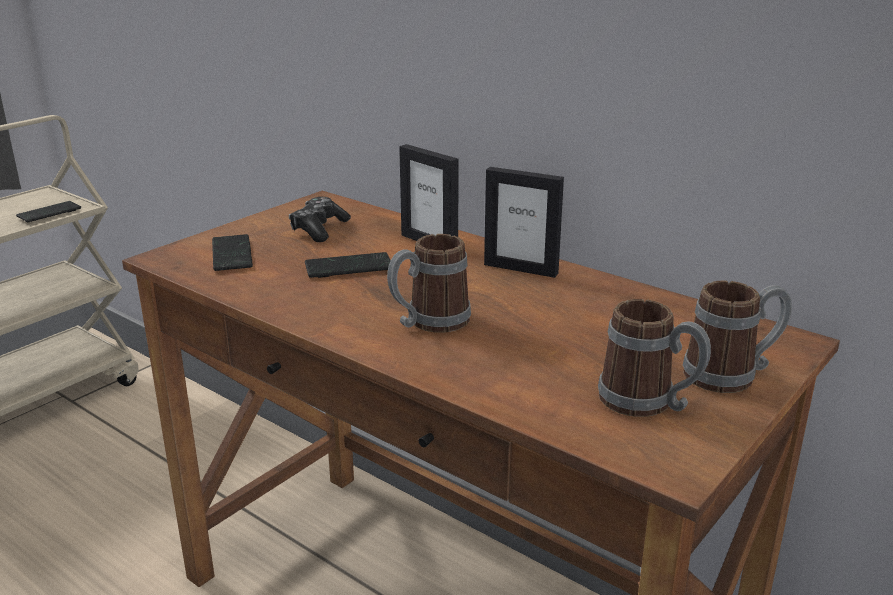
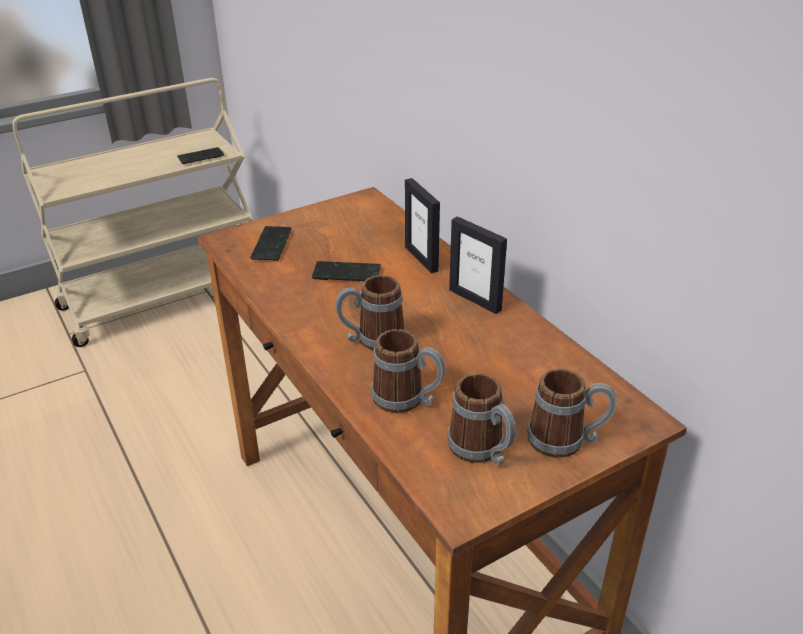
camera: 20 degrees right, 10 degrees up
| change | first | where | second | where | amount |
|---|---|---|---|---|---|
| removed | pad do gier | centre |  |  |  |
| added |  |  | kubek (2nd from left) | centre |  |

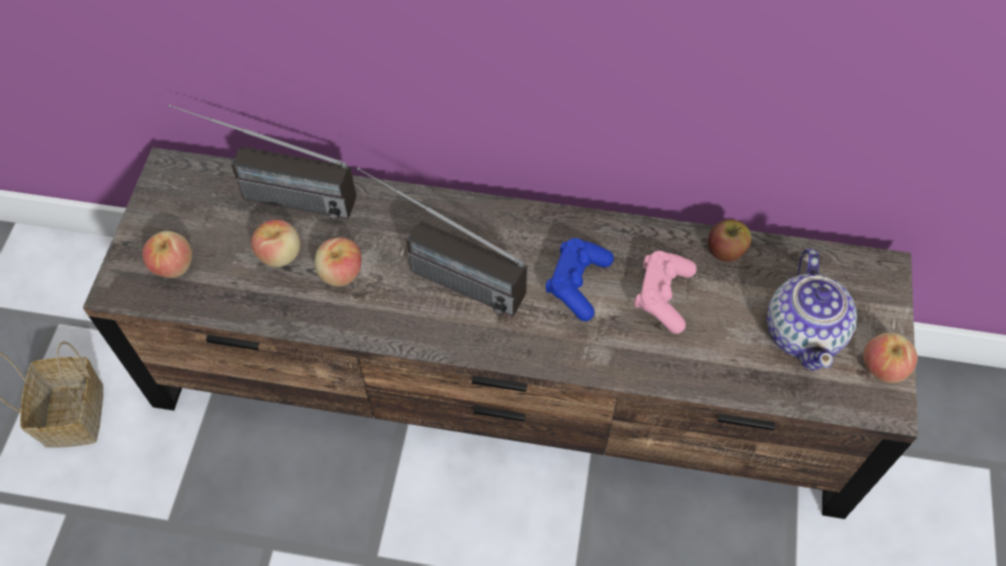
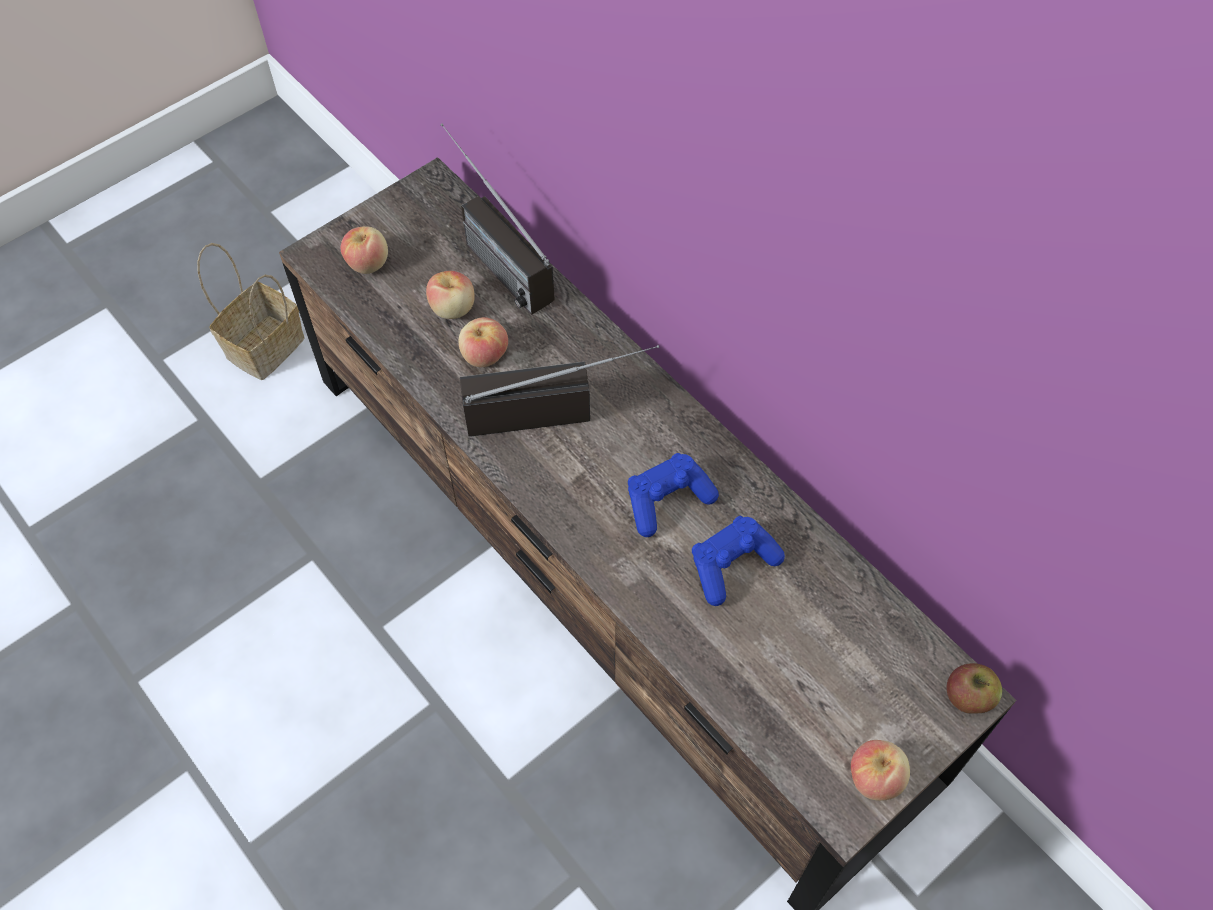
camera: 40 degrees right, 0 degrees up
| change | first | where | second | where | amount |
|---|---|---|---|---|---|
| turned | radio (2nd from left) | centre |  | centre | 105 degrees clockwise |
| recoloured | pad do gier/różowy | centre | pad do gier/niebieski (2nd from left) | centre |  |
| moved | jabłko (4th from left in the first image) | middle right | jabłko (5th from left) | bottom right |  |
| removed | imbryk | middle right |  |  |  |

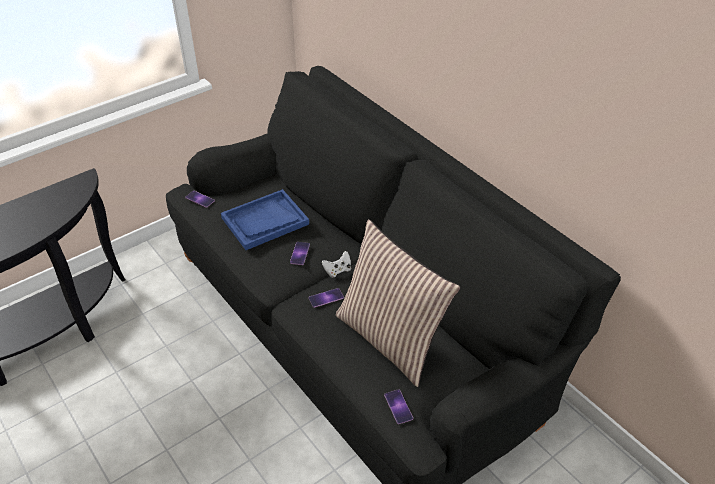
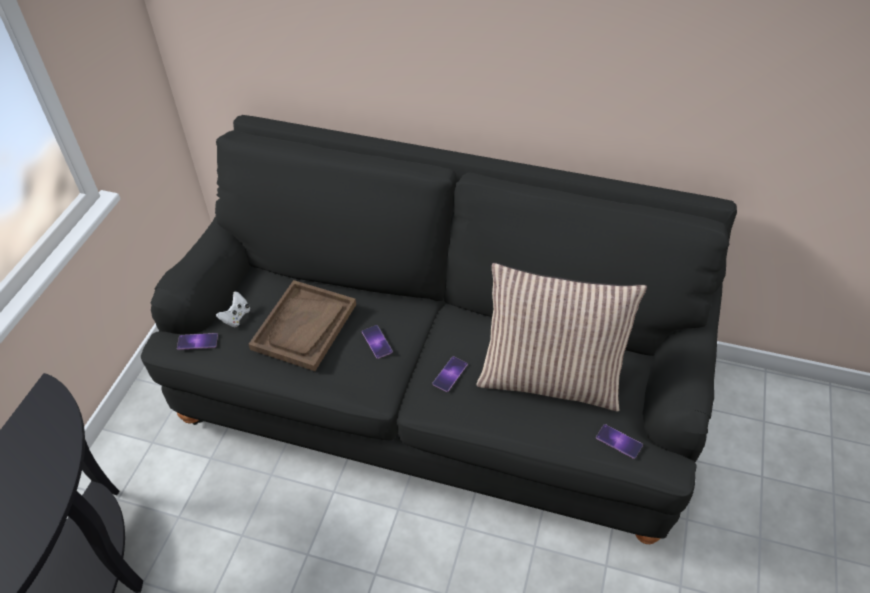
camera: 35 degrees left, 5 degrees up
| change | first | where | second | where | amount |
|---|---|---|---|---|---|
| recoloured | taca/niebieski | centre | taca/brązowy | centre |  |
| moved | pad do gier/biały | centre |  | middle left |  |

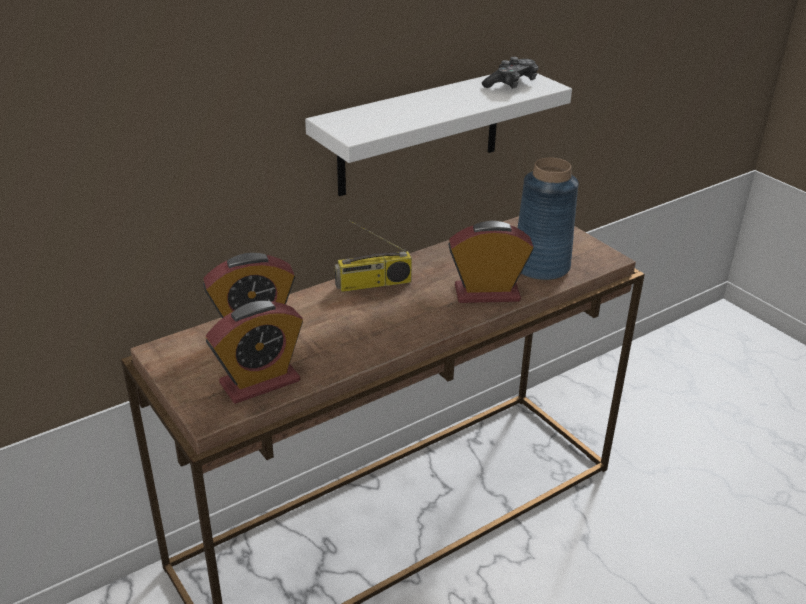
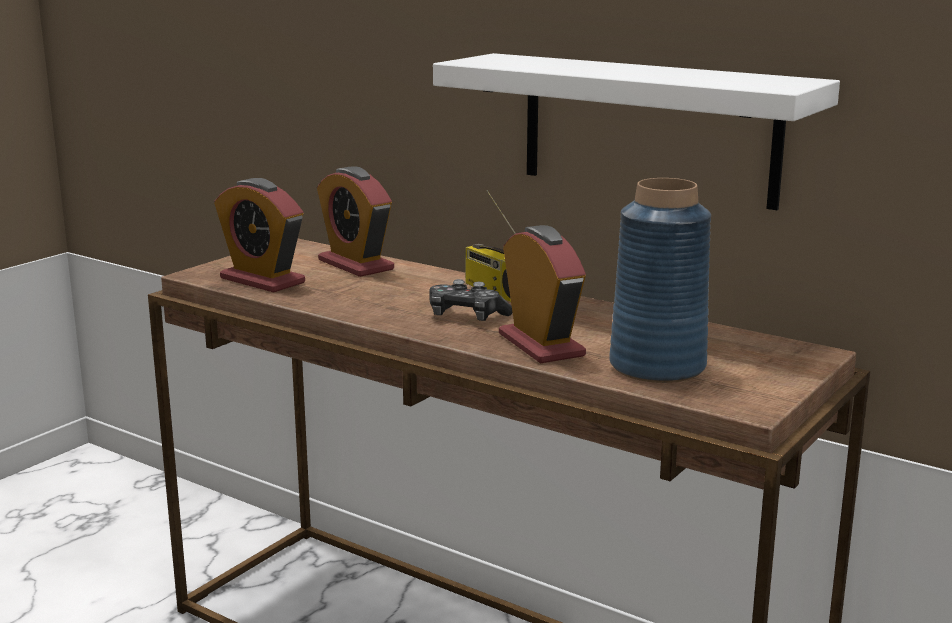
camera: 70 degrees right, 15 degrees down
| change | first | where | second | where | amount |
|---|---|---|---|---|---|
| moved | pad do gier | top centre |  | centre |  |

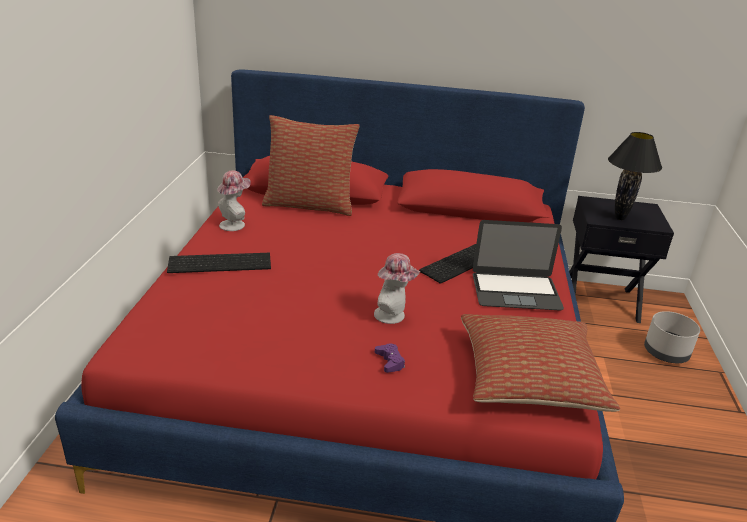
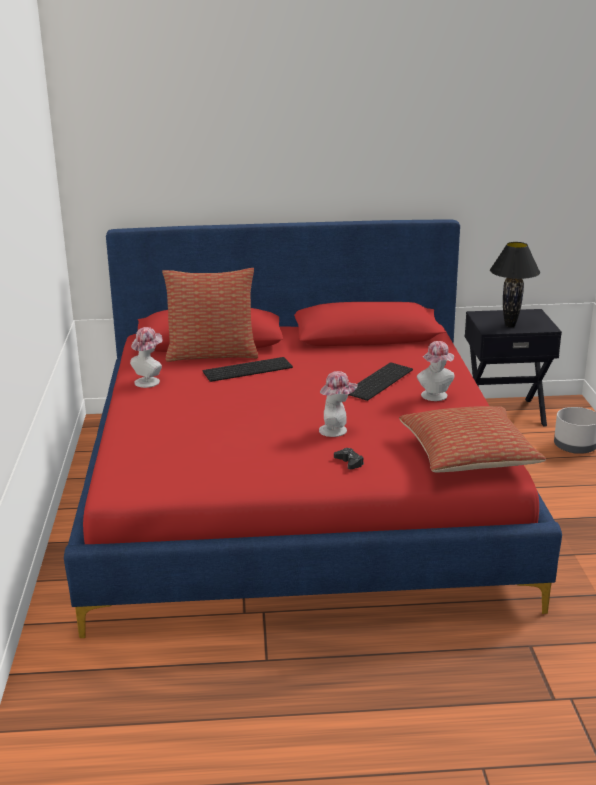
camera: 10 degrees left, 5 degrees down
| change | first | where | second | where | amount |
|---|---|---|---|---|---|
| moved | klawiatura (1st from left) | middle left |  | centre |  |
| recoloured | pad do gier/fioletowy | bottom centre | pad do gier/czarny | centre |  |
| replaced | laptop | middle right | kapelusz (3rd from left) | middle right |  |

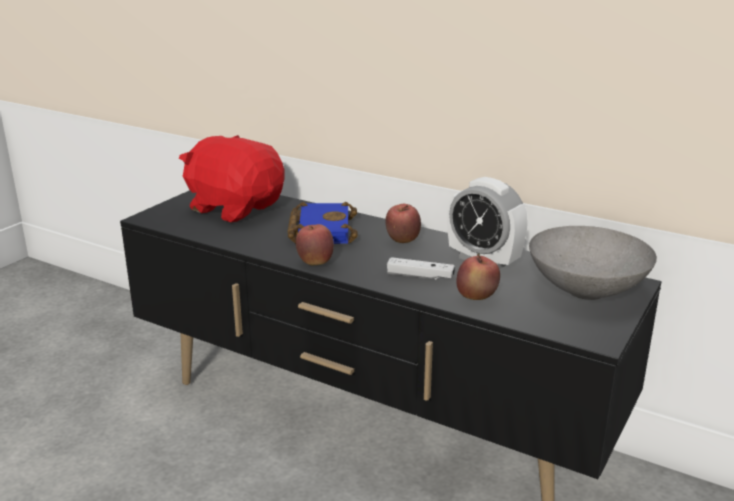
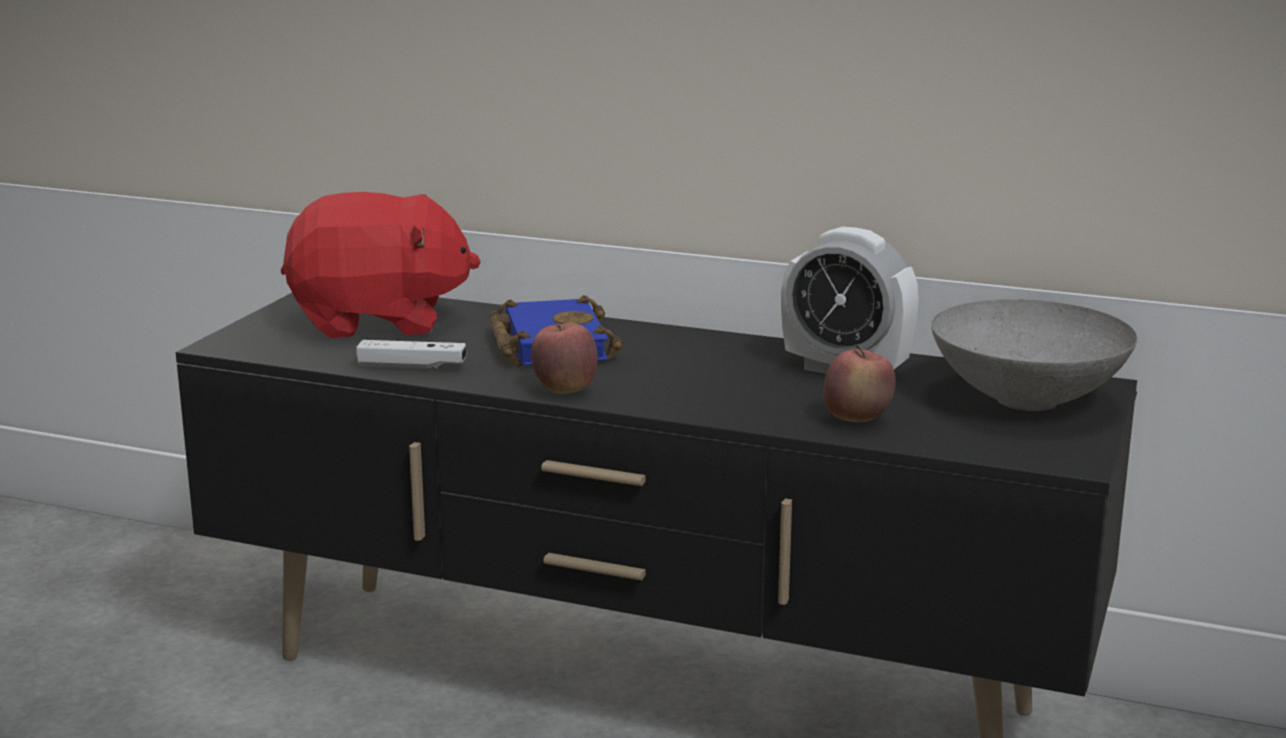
camera: 10 degrees left, 5 degrees down
| change | first | where | second | where | amount |
|---|---|---|---|---|---|
| turned | pluszak/czerwony | middle left |  | middle left | 150 degrees clockwise |
| removed | jabłko (2nd from left) | centre |  |  |  |
| moved | pad do gier/biały | centre |  | middle left |  |

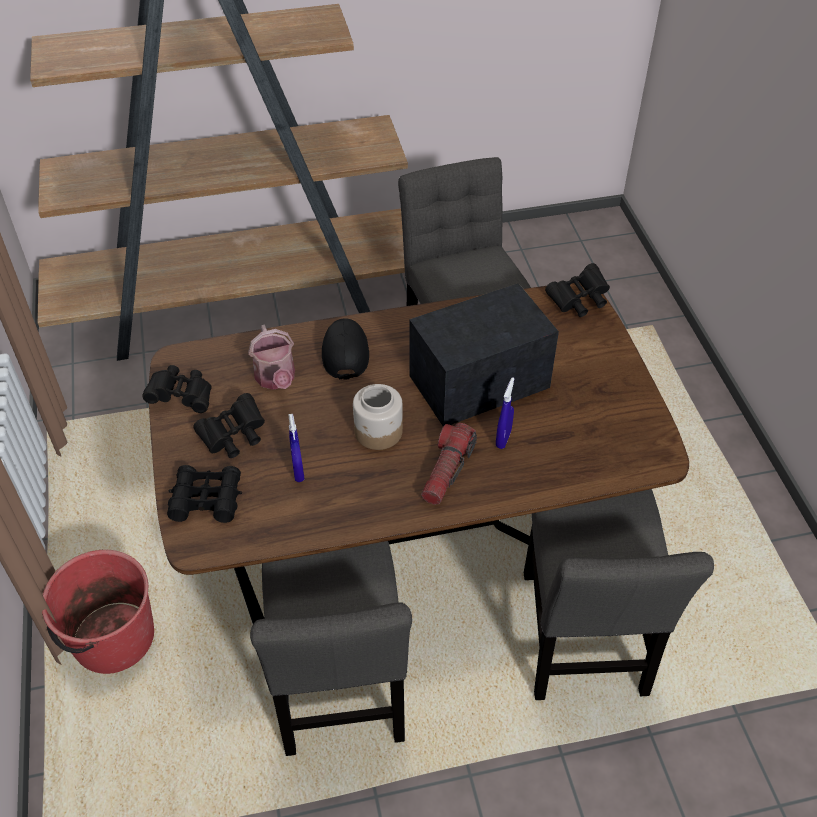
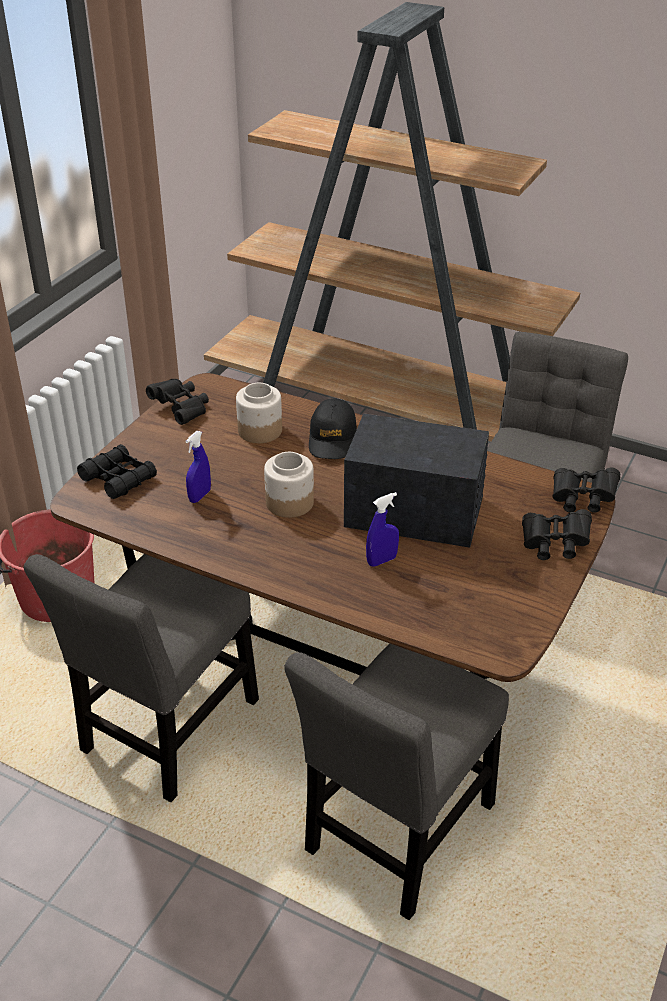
camera: 40 degrees right, 10 degrees down
| change | first | where | second | where | amount |
|---|---|---|---|---|---|
| moved | lornetka/czarny (3rd from left) | middle left |  | middle right |  |
| replaced | konewka | middle left | słoik (1st from left) | centre |  |
| turned | czapka z daszkiem/czarny | centre |  | centre | 150 degrees clockwise |
| removed | latarka | centre |  |  |  |

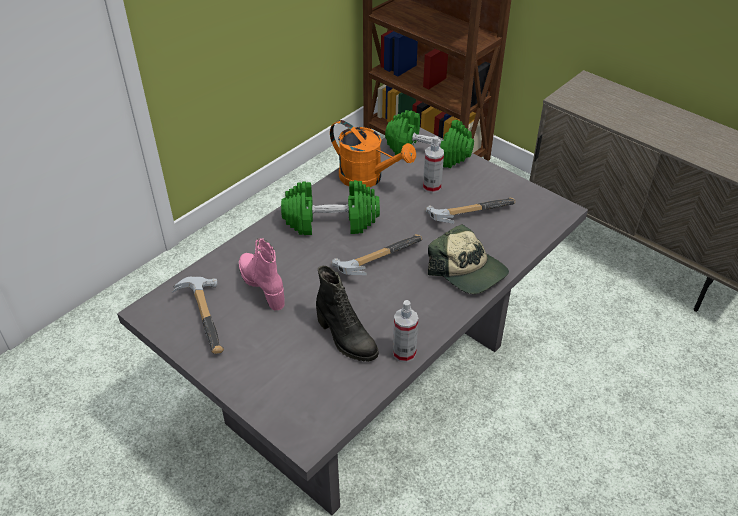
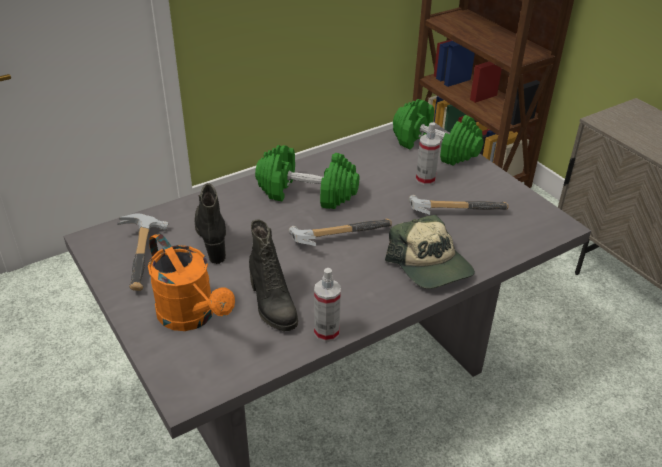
camera: 15 degrees right, 5 degrees down
| change | first | where | second | where | amount |
|---|---|---|---|---|---|
| recoloured | but z cholewką/różowy | centre | but z cholewką/czarny (1st from left) | middle left |  |
| moved | konewka/pomarańczowy | top centre |  | middle left |  |

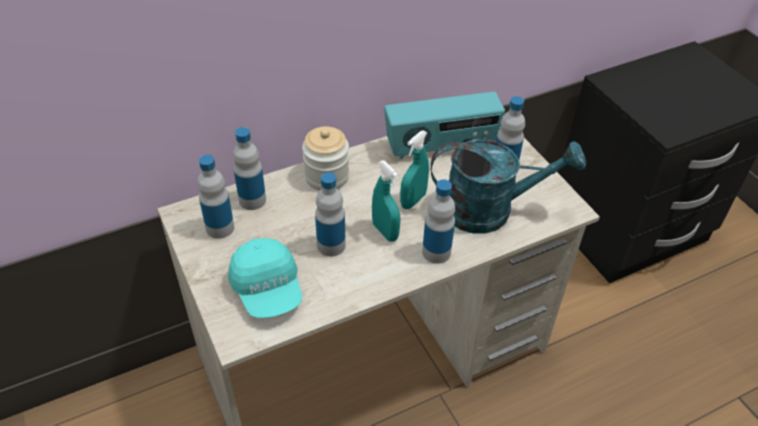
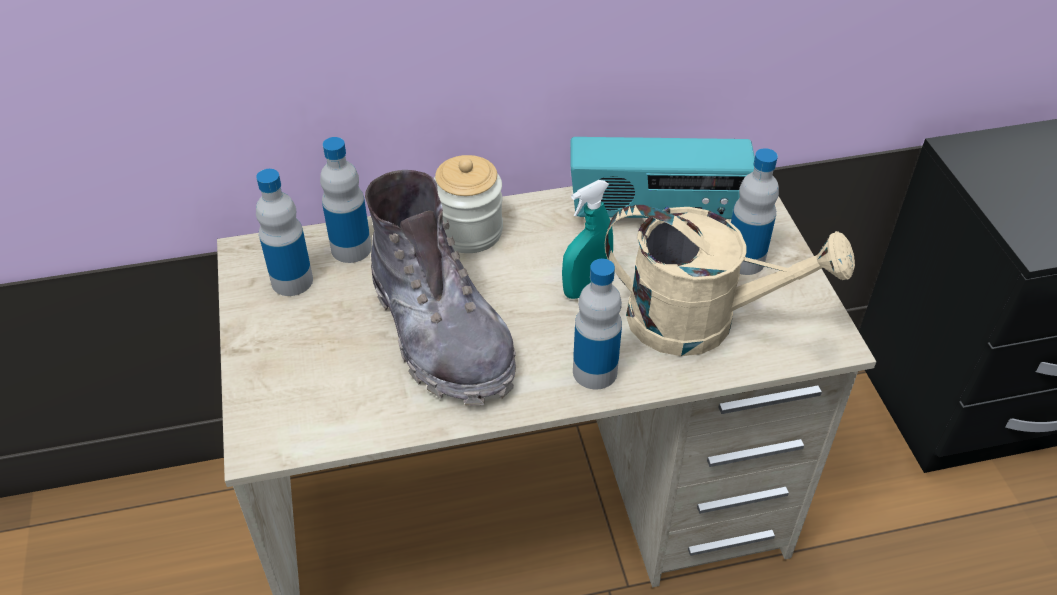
camera: 15 degrees right, 0 degrees up
| change | first | where | second | where | amount |
|---|---|---|---|---|---|
| removed | czapka z daszkiem/turkusowy | centre |  |  |  |
| replaced | butelka (3rd from left) | centre | but z cholewką/szary | centre |  |
| removed | spryskiwacz/turkusowy (1st from left) | centre |  |  |  |
| recoloured | konewka/turkusowy | middle right | konewka/beżowy | middle right |  |

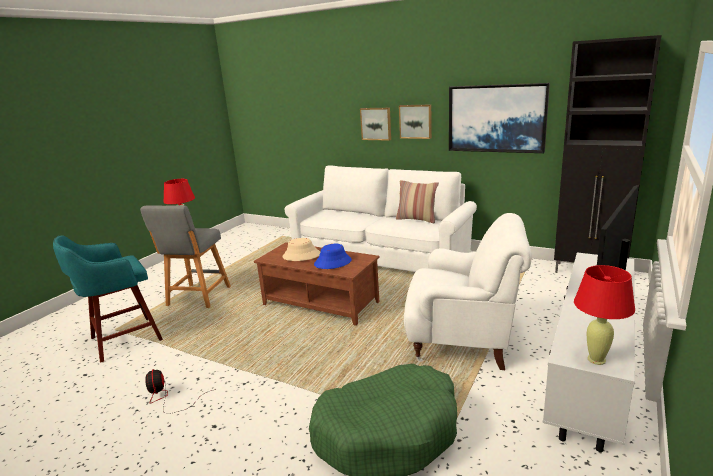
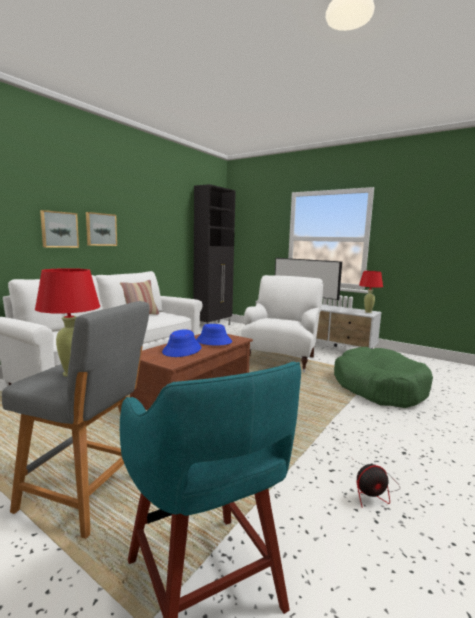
camera: 85 degrees left, 10 degrees down
| change | first | where | second | where | amount |
|---|---|---|---|---|---|
| recoloured | kapelusz/beżowy | centre | kapelusz/niebieski (1st from left) | centre |  |
| removed | obraz (3rd from left) | top right |  |  |  |

